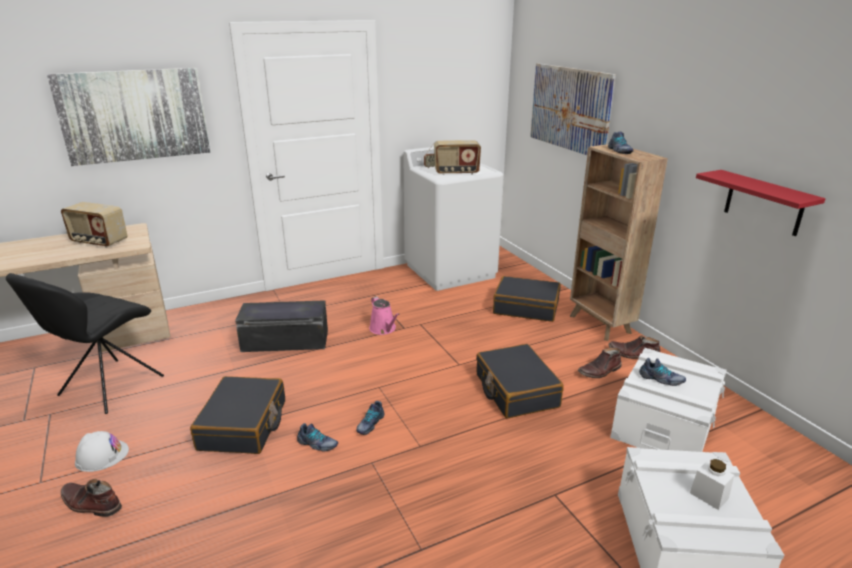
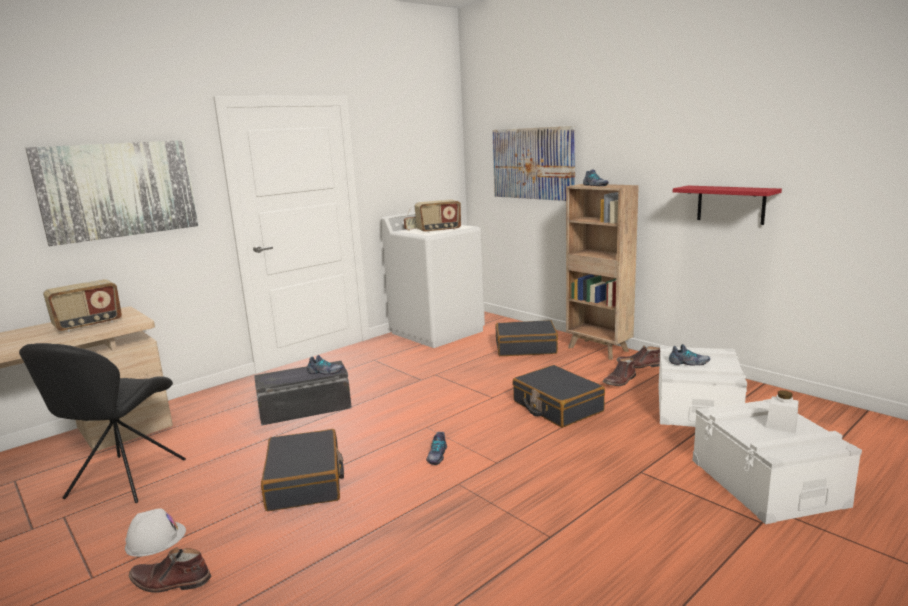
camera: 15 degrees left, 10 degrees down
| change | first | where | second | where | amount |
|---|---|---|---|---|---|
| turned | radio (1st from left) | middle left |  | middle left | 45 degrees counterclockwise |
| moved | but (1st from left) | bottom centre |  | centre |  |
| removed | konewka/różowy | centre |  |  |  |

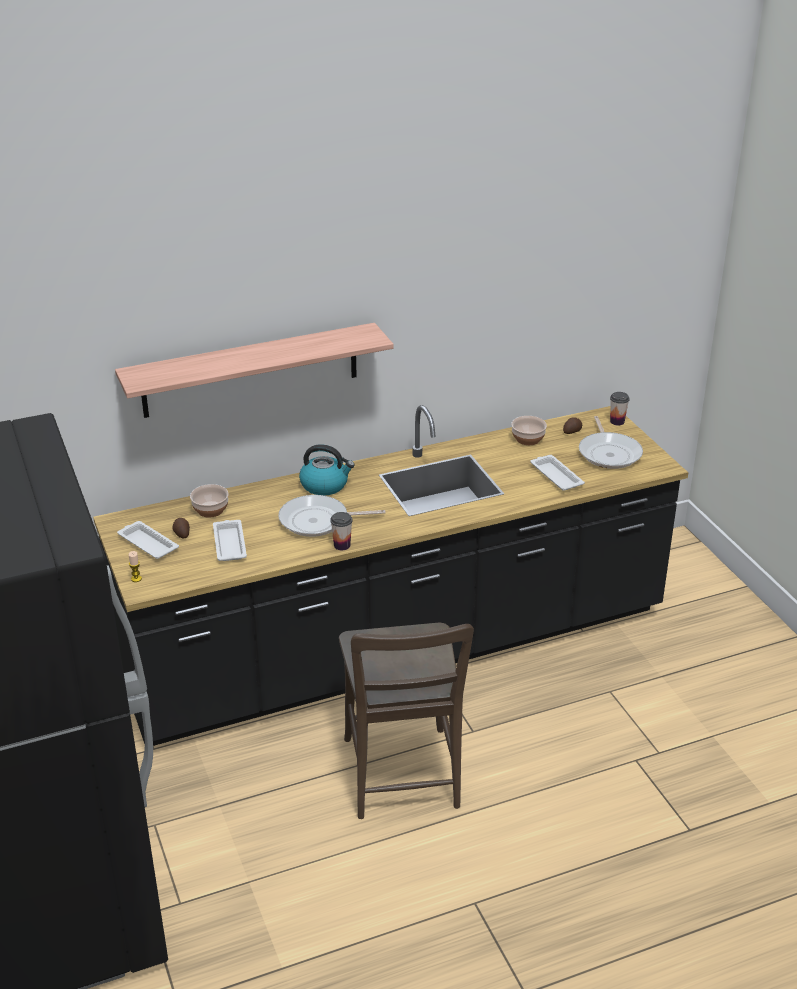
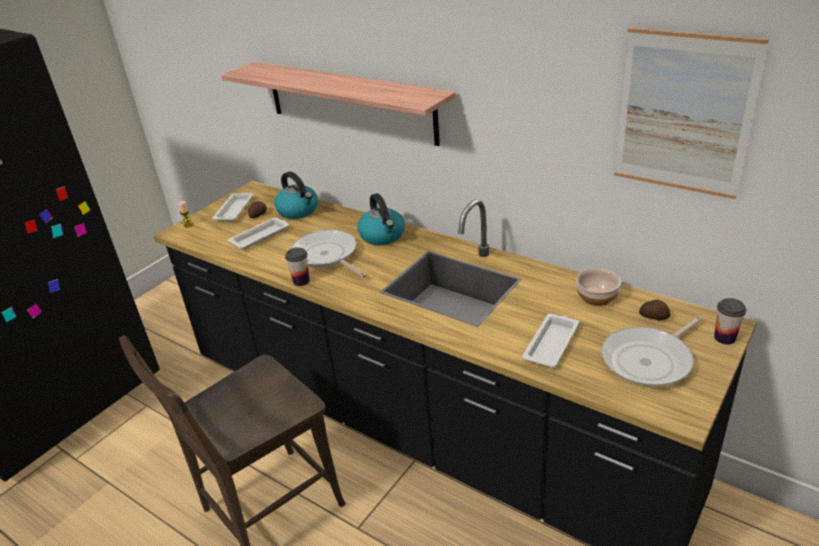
camera: 60 degrees right, 0 degrees up
| change | first | where | second | where | amount |
|---|---|---|---|---|---|
| replaced | miska (1st from left) | middle left | czajnik (1st from left) | centre |  |
| added |  |  | obraz | top right |  |

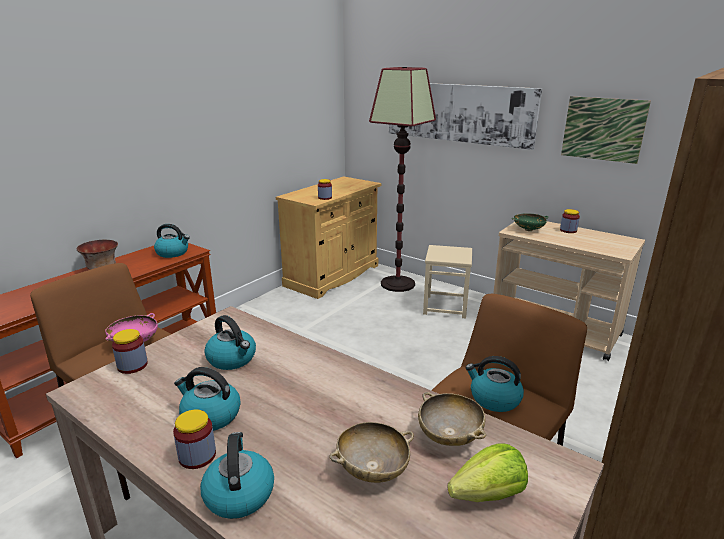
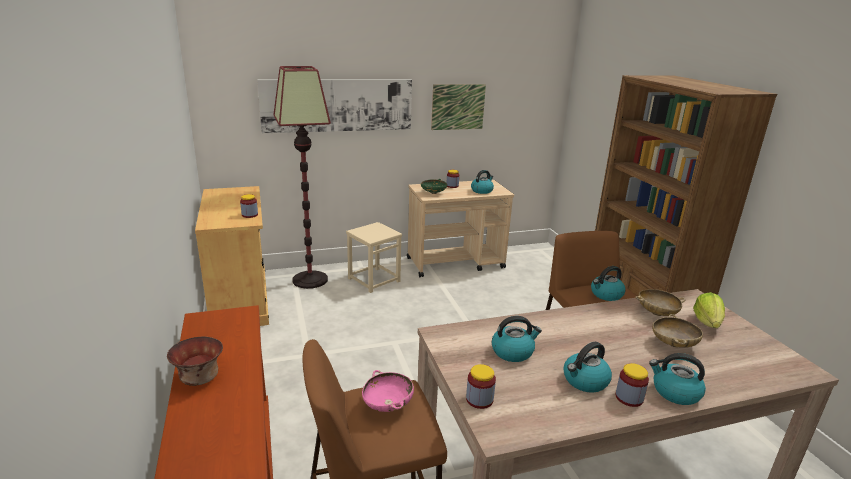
camera: 55 degrees left, 0 degrees up
| change | first | where | second | where | amount |
|---|---|---|---|---|---|
| moved | czajnik (1st from left) | middle left |  | centre |  |

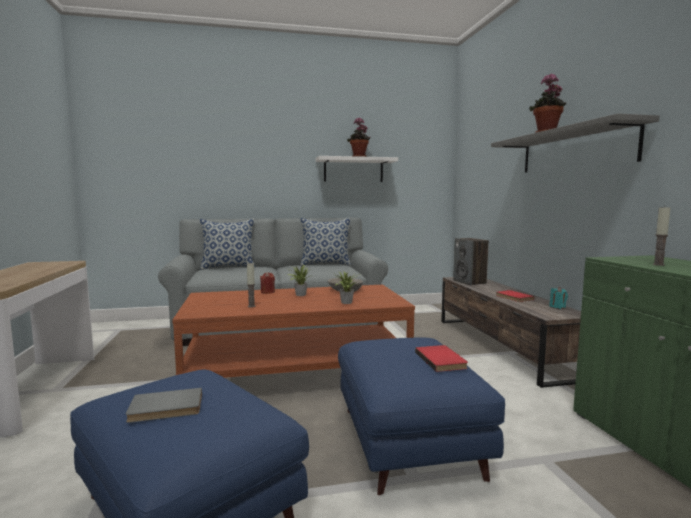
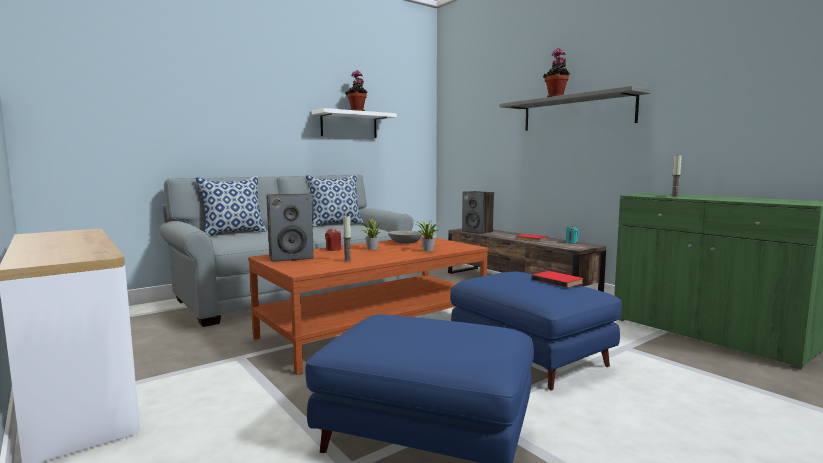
camera: 25 degrees left, 0 degrees up
| change | first | where | second | where | amount |
|---|---|---|---|---|---|
| removed | książka/szary | bottom left |  |  |  |
| added |  |  | głośnik (1st from left) | centre |  |

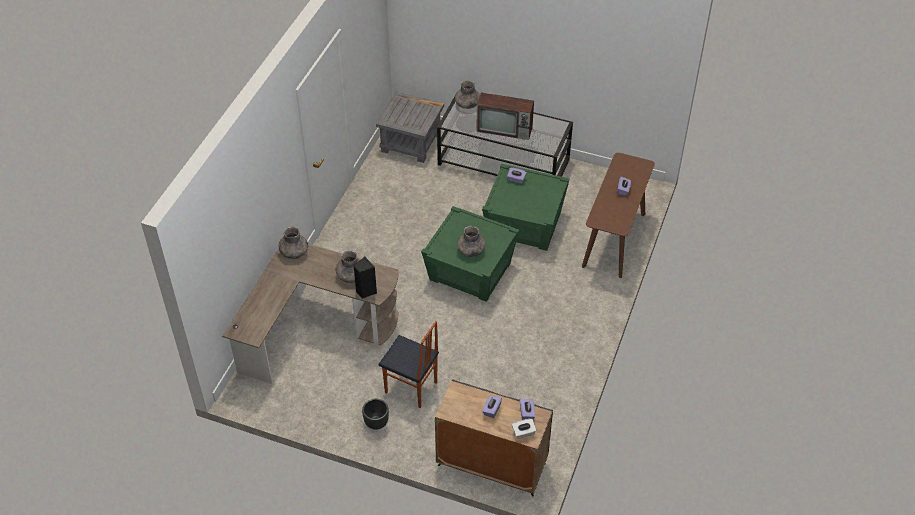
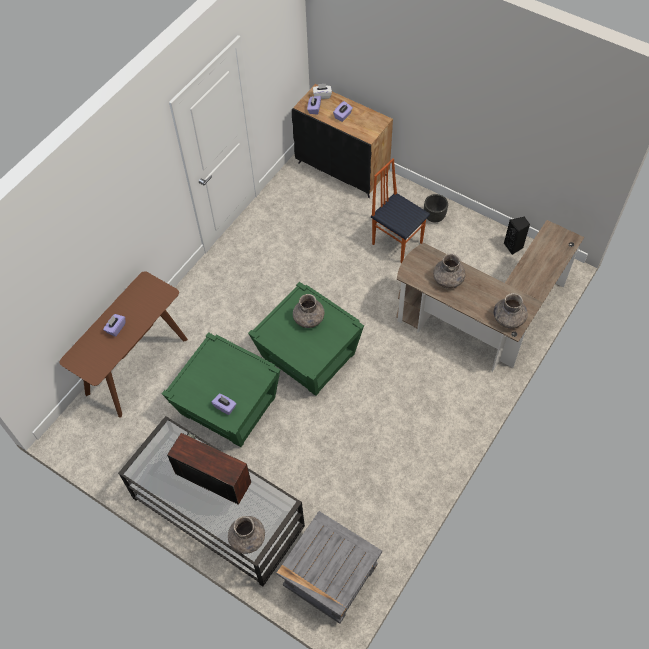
camera: 165 degrees left, 10 degrees up
| change | first | where | second | where | amount |
|---|---|---|---|---|---|
| moved | głośnik/czarny | centre |  | middle right |  |

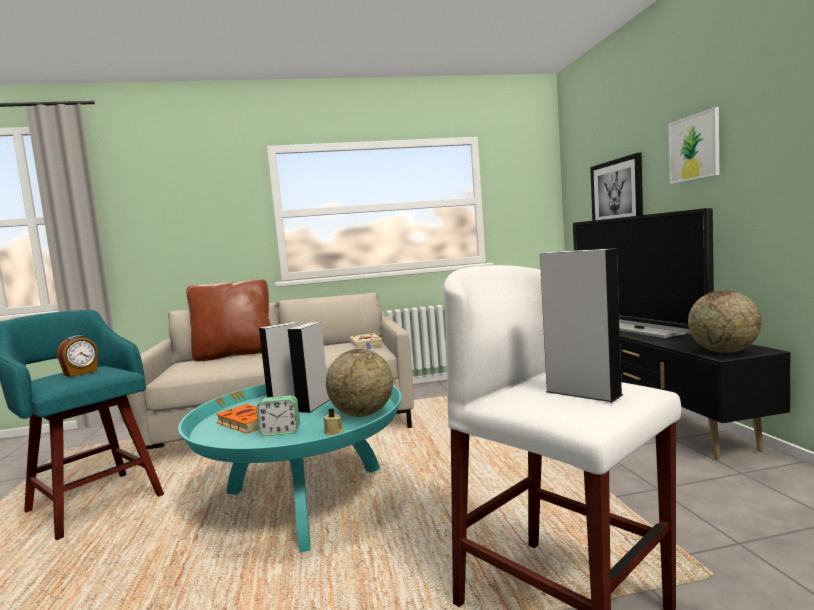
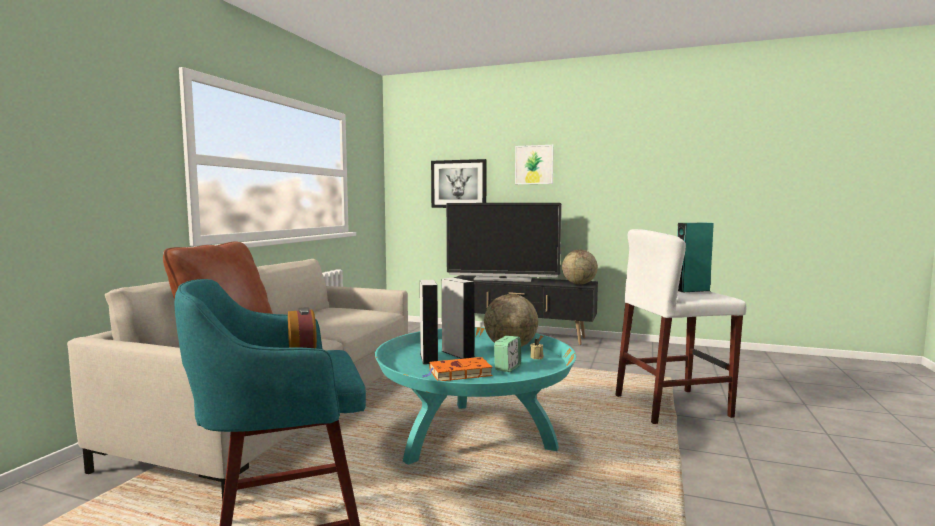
camera: 60 degrees left, 0 degrees up
| change | first | where | second | where | amount |
|---|---|---|---|---|---|
| removed | książka/beżowy | centre |  |  |  |
| recoloured | głośnik/szary (3rd from left) | middle right | głośnik/turkusowy | middle right |  |

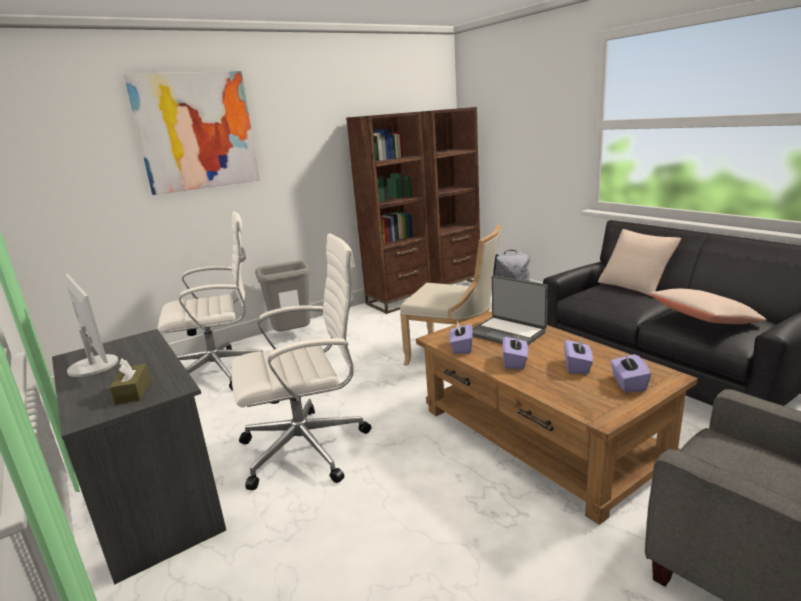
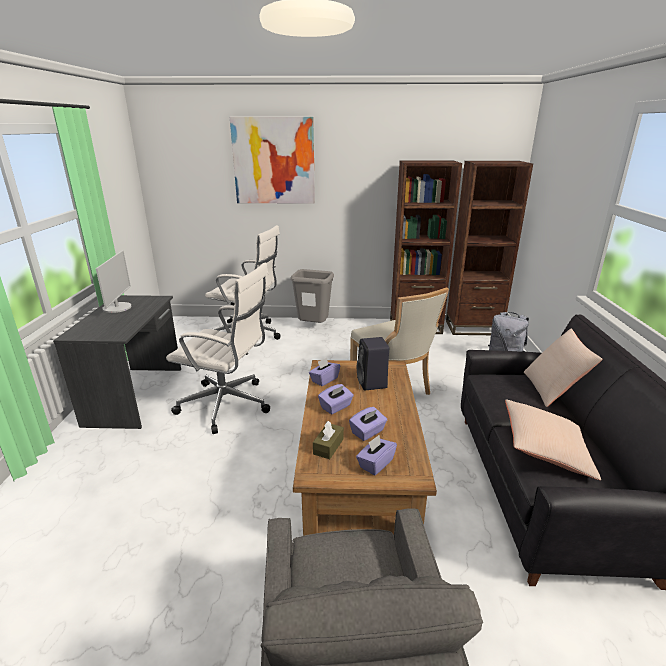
camera: 35 degrees right, 5 degrees up
| change | first | where | second | where | amount |
|---|---|---|---|---|---|
| moved | pudełko chusteczek/brązowy | middle left |  | centre |  |
| replaced | laptop | centre | głośnik/czarny | centre |  |

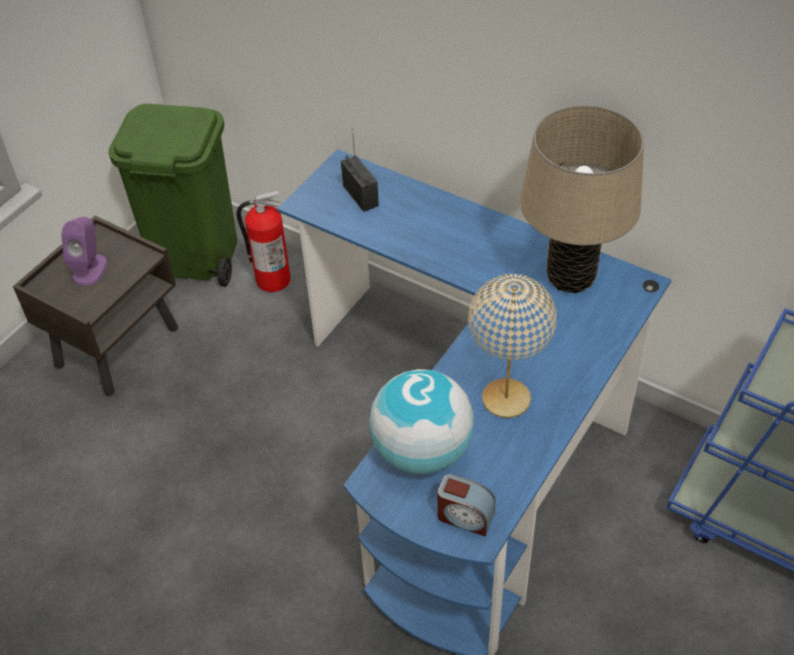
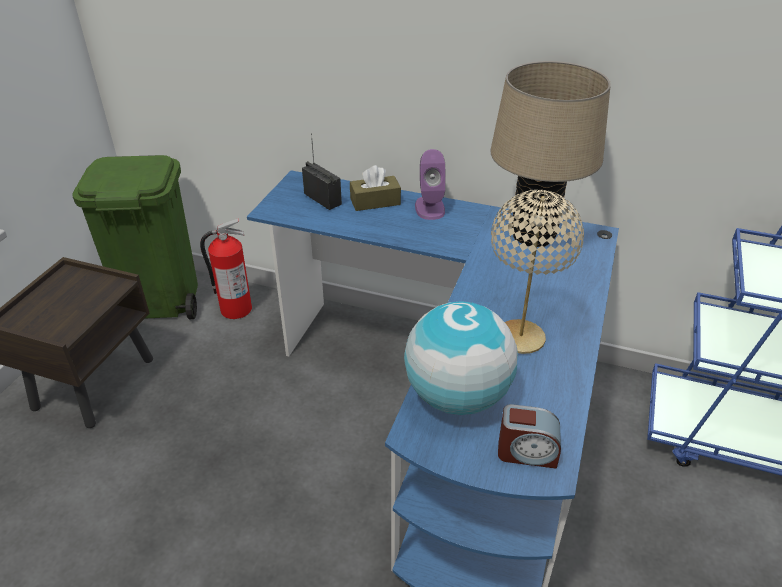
camera: 15 degrees left, 10 degrees down
| change | first | where | second | where | amount |
|---|---|---|---|---|---|
| moved | głośnik/fioletowy | middle left |  | top centre |  |
| added |  |  | pudełko chusteczek/brązowy | top centre |  |

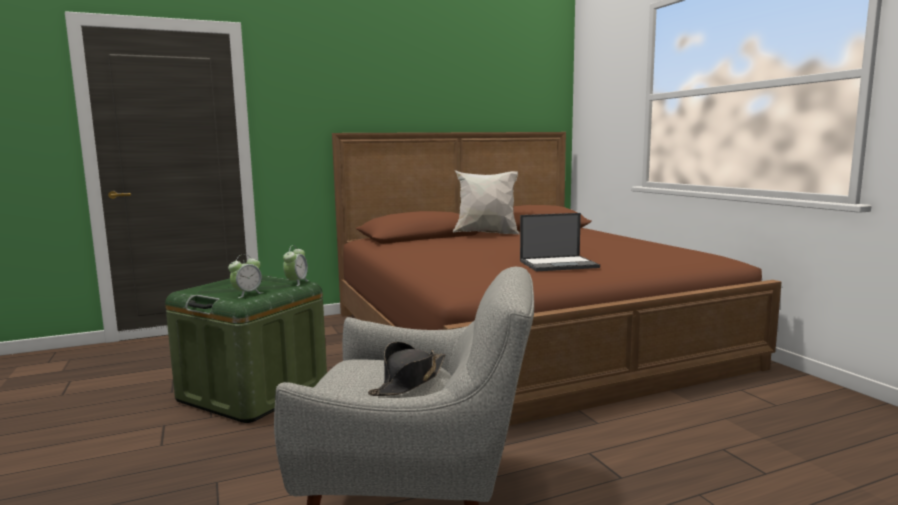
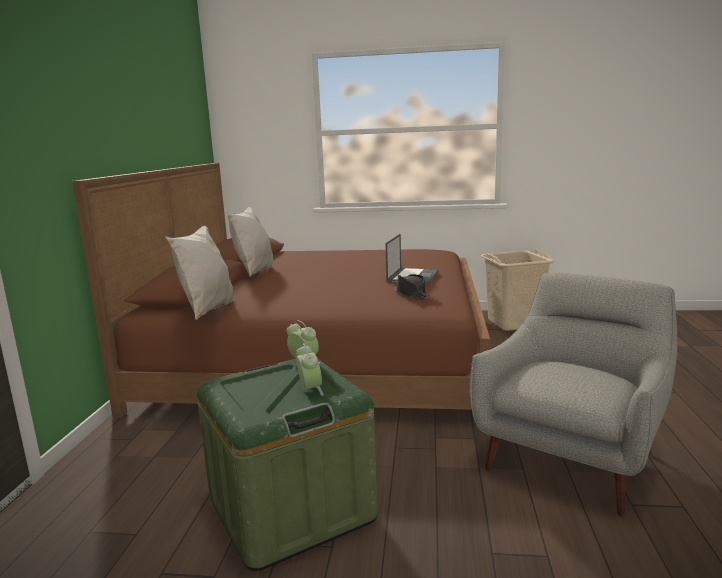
camera: 60 degrees left, 5 degrees up
| change | first | where | second | where | amount |
|---|---|---|---|---|---|
| moved | kapelusz/czarny | bottom centre |  | centre |  |
| added |  |  | poduszka/biały (1st from left) | middle left |  |
| added |  |  | kosz na pranie/beżowy | middle right |  |

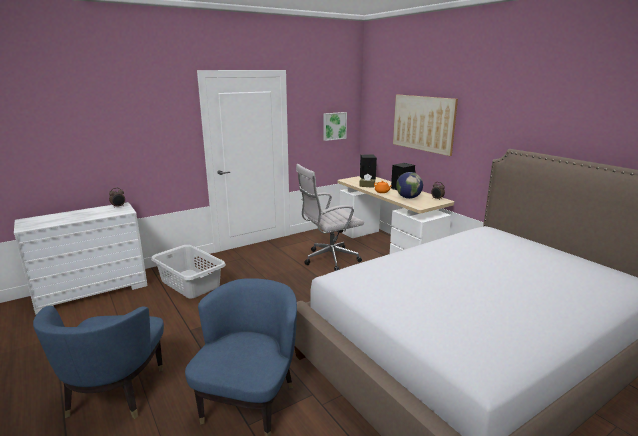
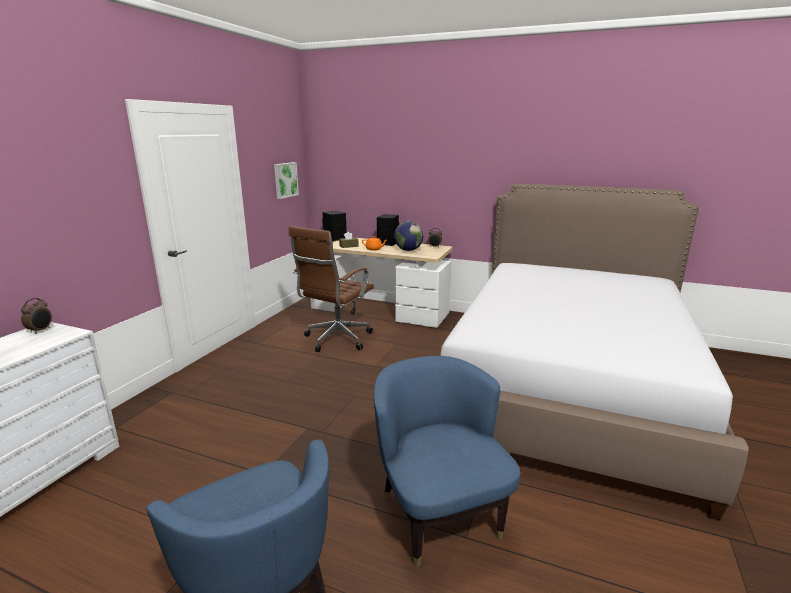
camera: 35 degrees left, 0 degrees up
| change | first | where | second | where | amount |
|---|---|---|---|---|---|
| removed | kosz na pranie/szary | middle left |  |  |  |
| recoloured | krzesło biurowe/biały | centre | krzesło biurowe/brązowy | centre |  |
| removed | obraz (2nd from left) | top centre |  |  |  |

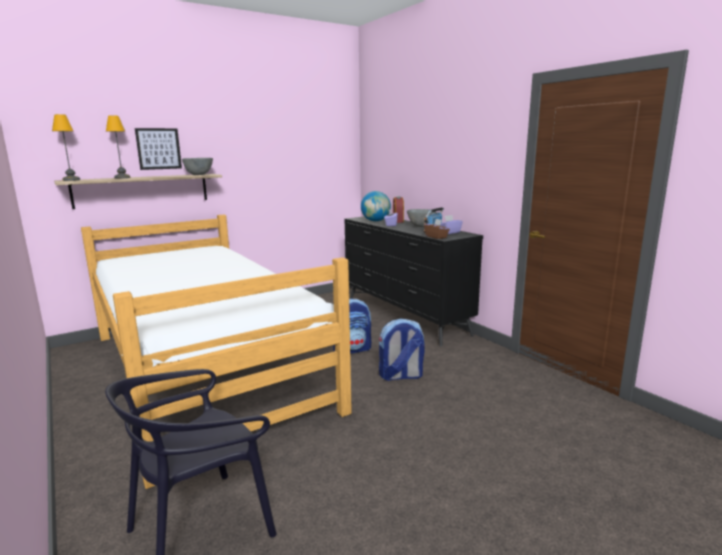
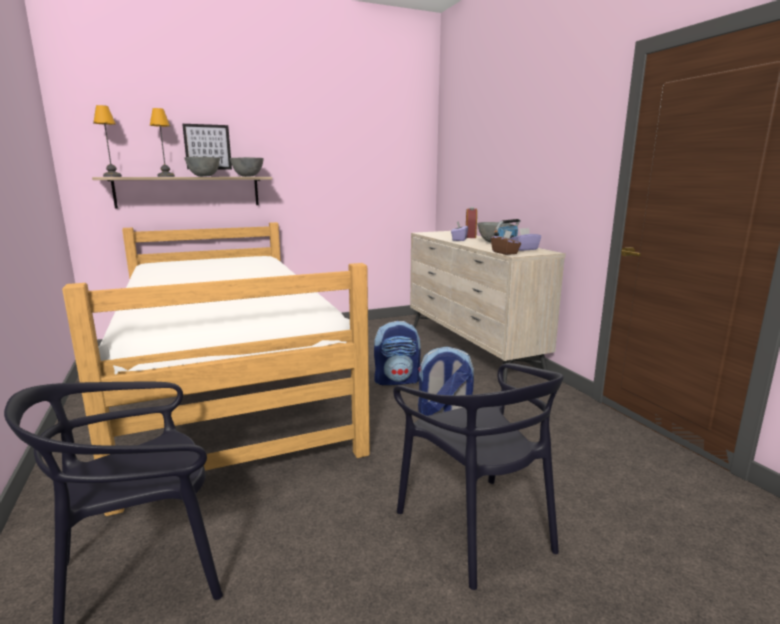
camera: 10 degrees right, 0 degrees up
| change | first | where | second | where | amount |
|---|---|---|---|---|---|
| recoloured | komoda/czarny | centre | komoda/beżowy | centre |  |
| removed | globus | centre |  |  |  |
| added |  |  | miska/szary (1st from left) | top left |  |
| added |  |  | krzesło/czarny (2nd from left) | bottom centre |  |

